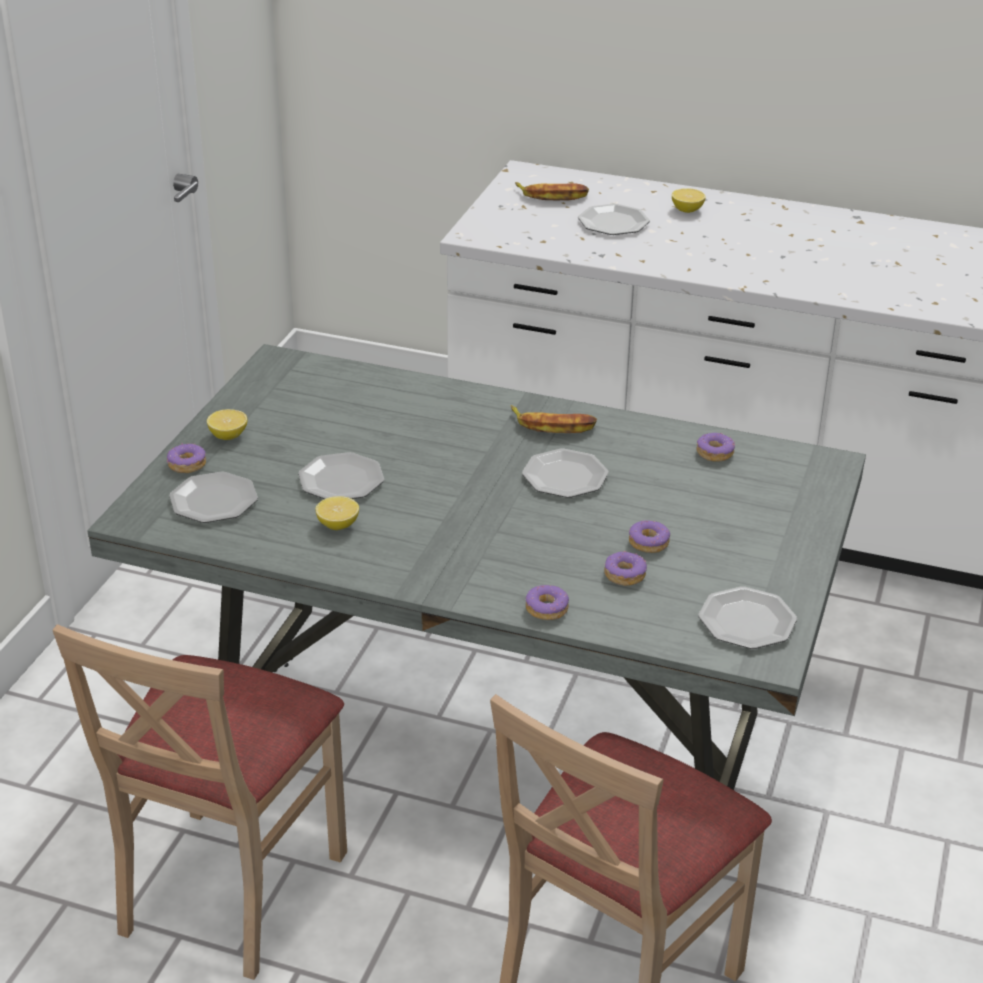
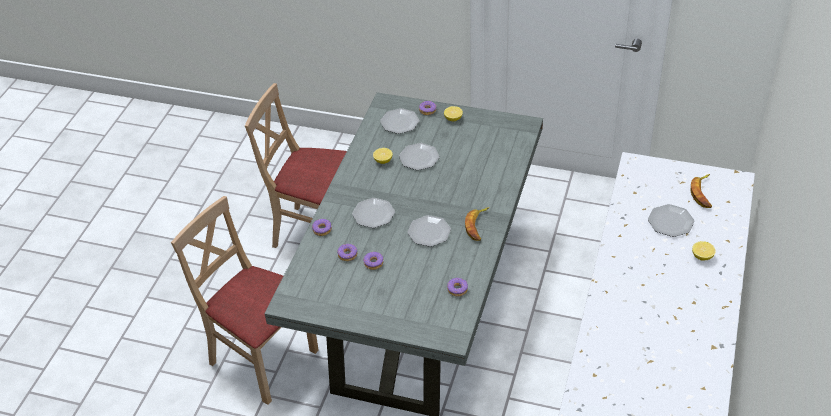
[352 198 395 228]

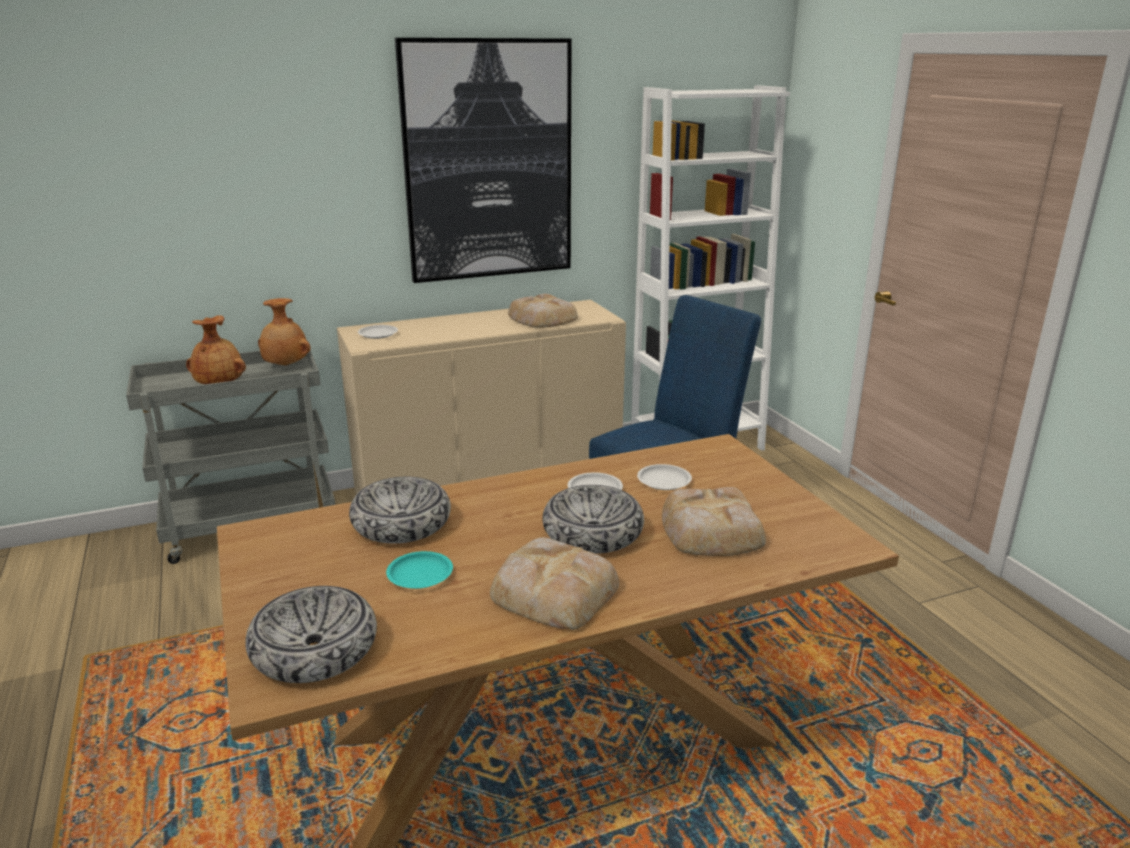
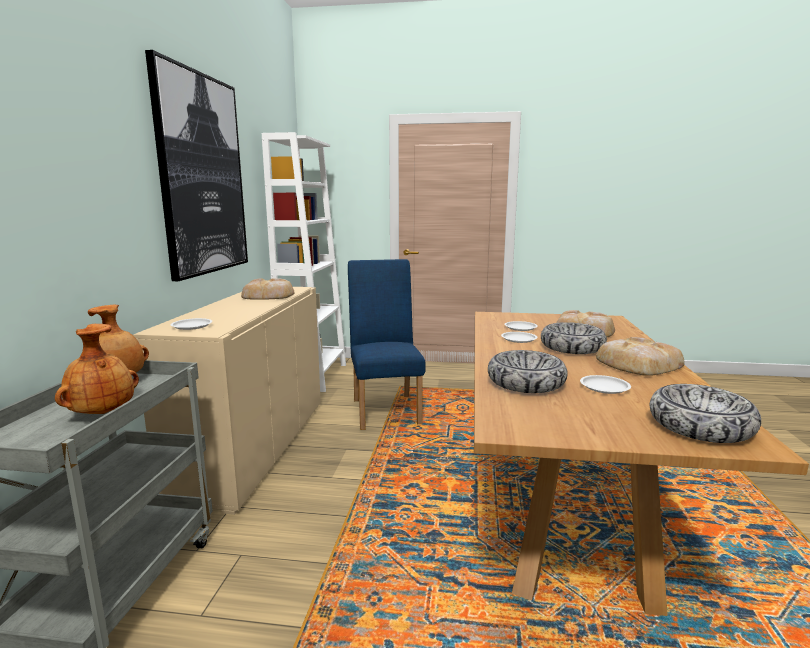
[580 375 631 394]

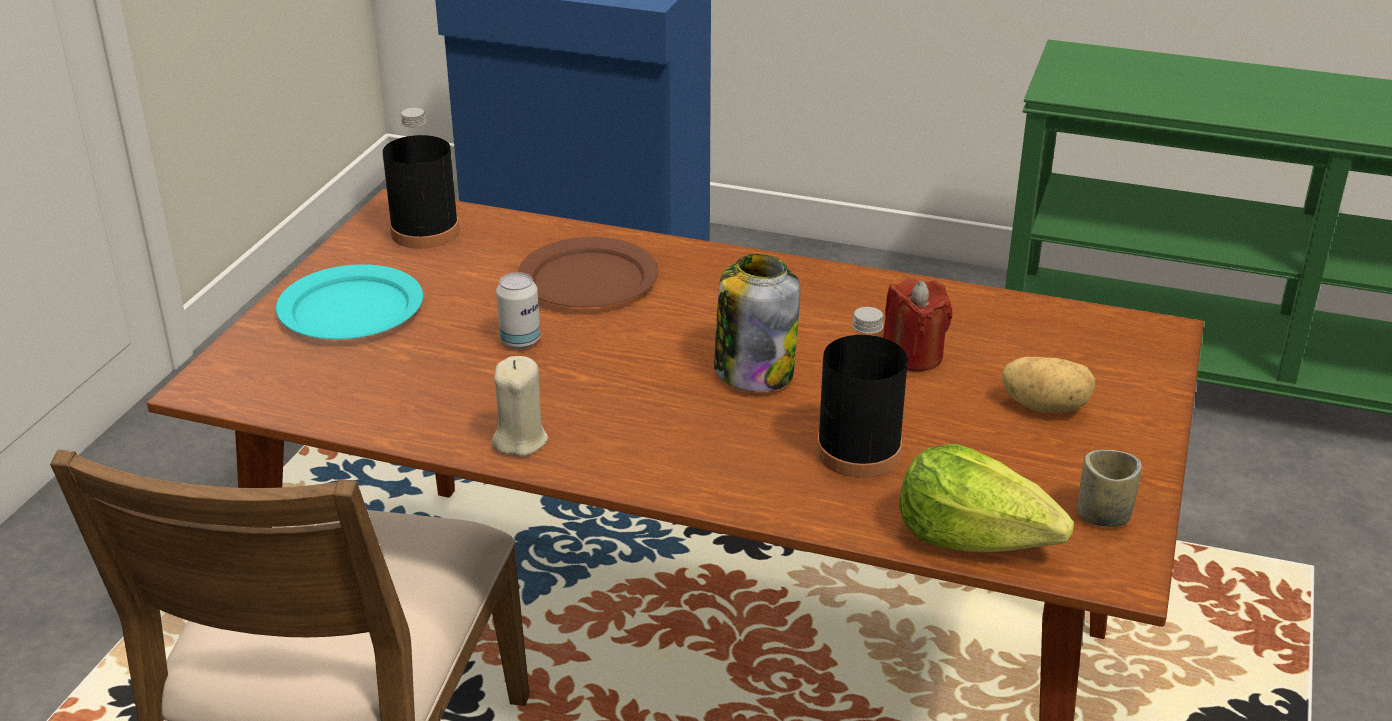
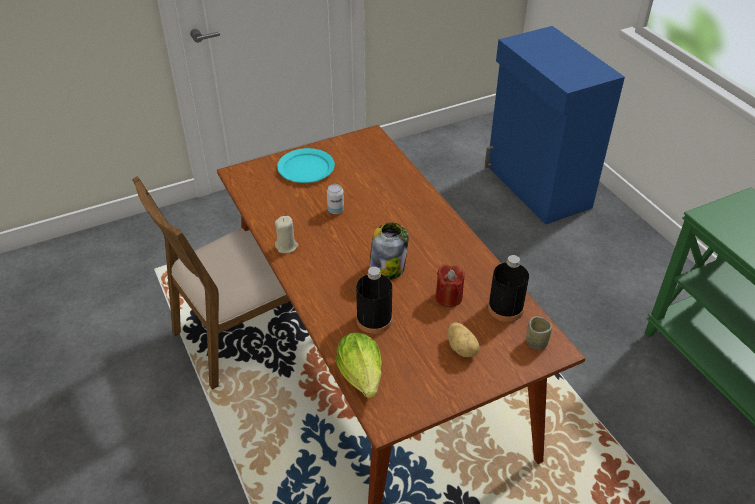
[518 237 658 307] (first image)
[488 255 529 322]
[526 316 552 350]

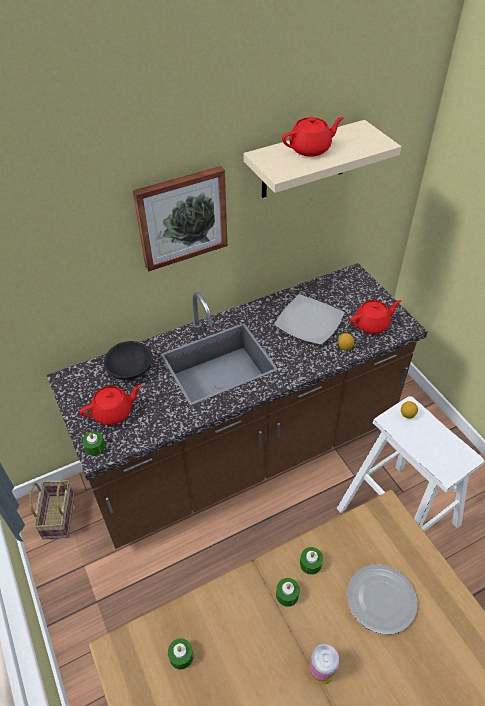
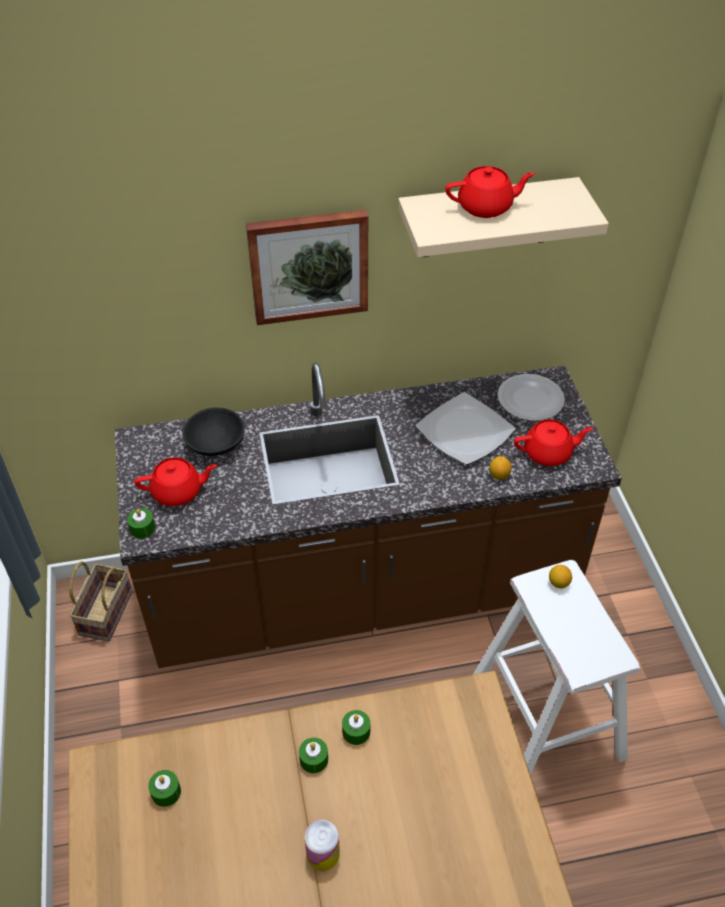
[498 374 565 421]

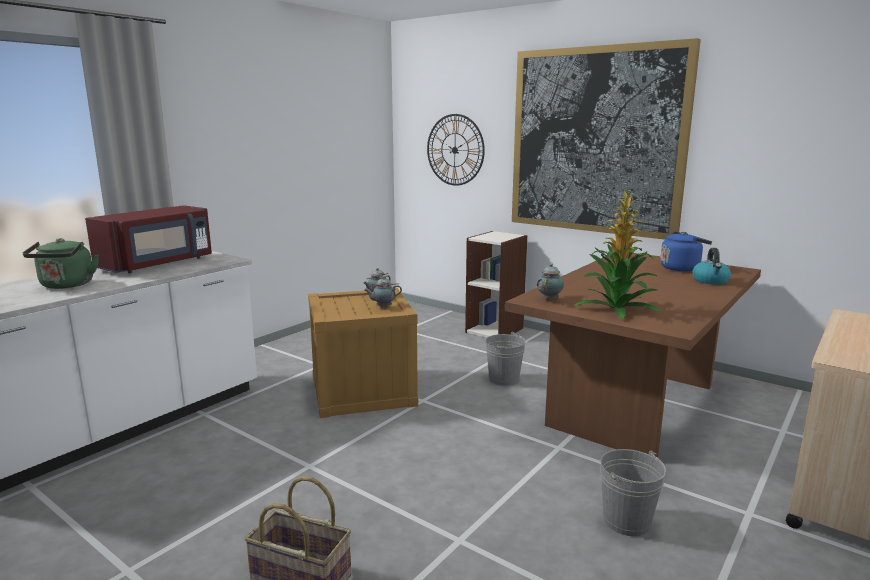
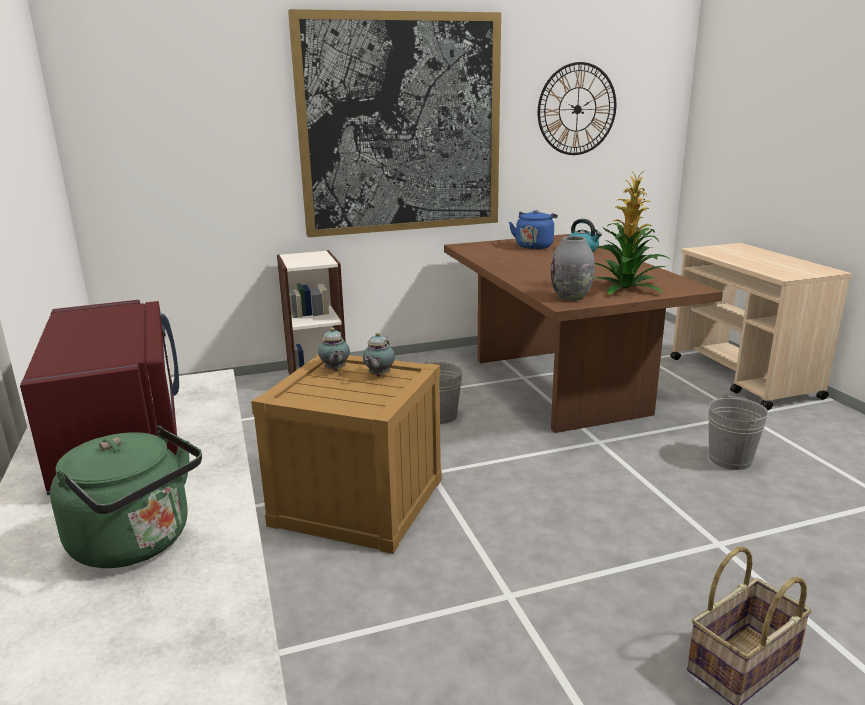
[538 62 616 155]
[551 236 595 301]

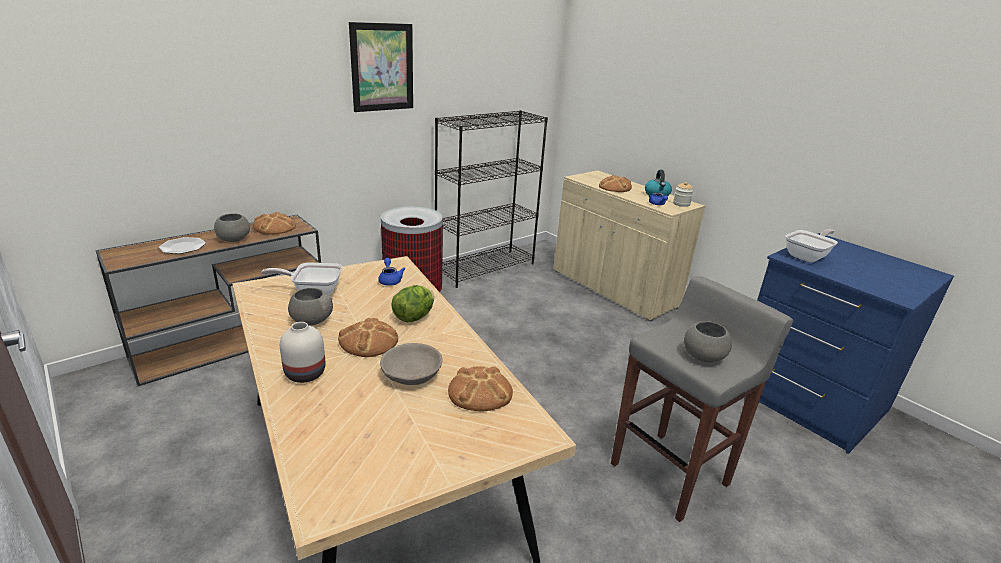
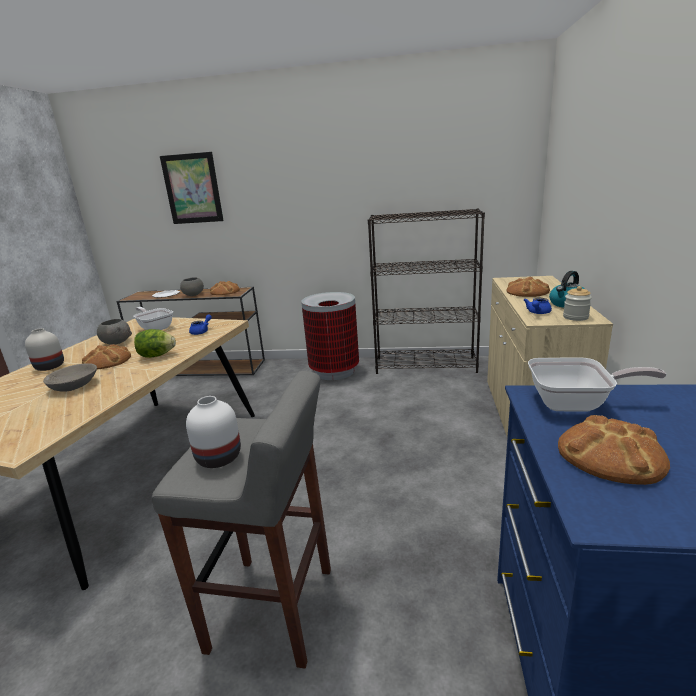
[160 152 224 224]
[558 415 670 485]
[186 396 241 468]

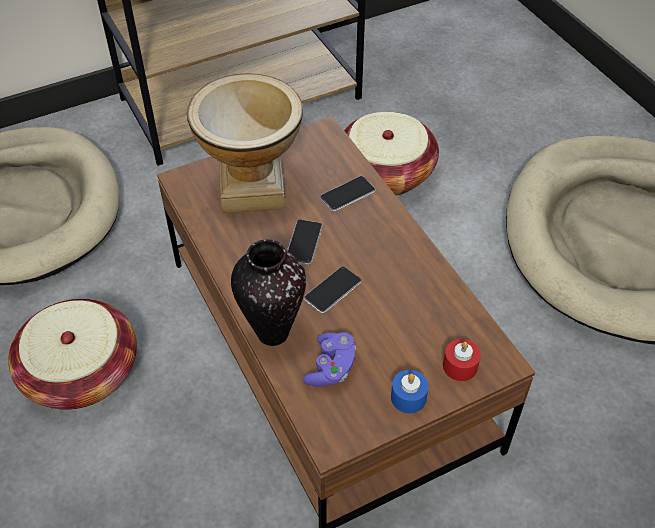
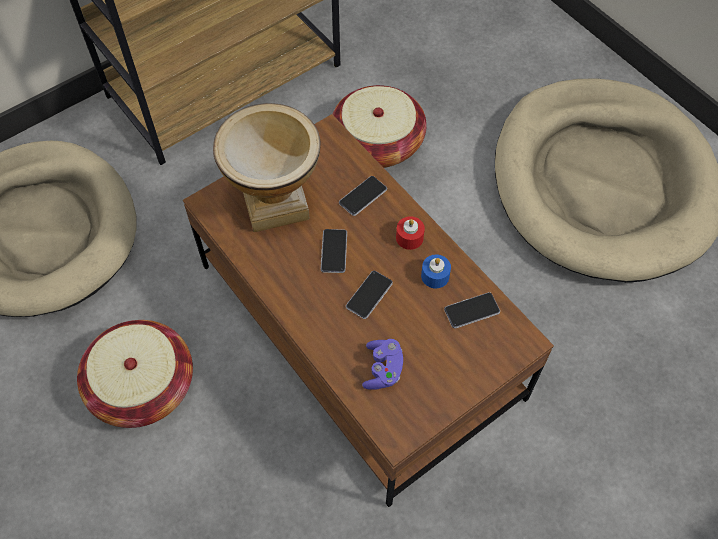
[231 239 306 346] (first image)
[444 292 500 328]
[421 255 451 288]
[396 216 425 250]

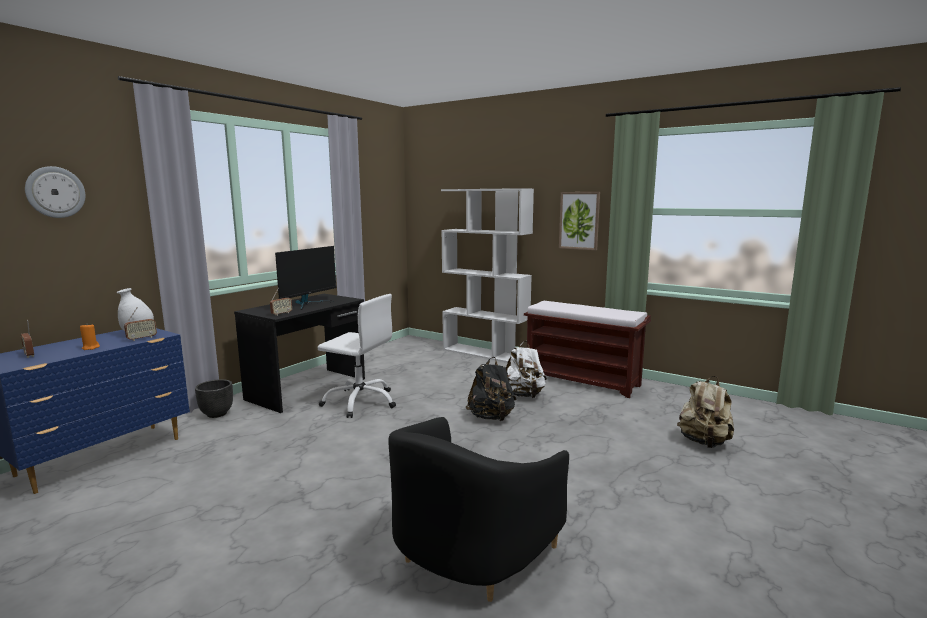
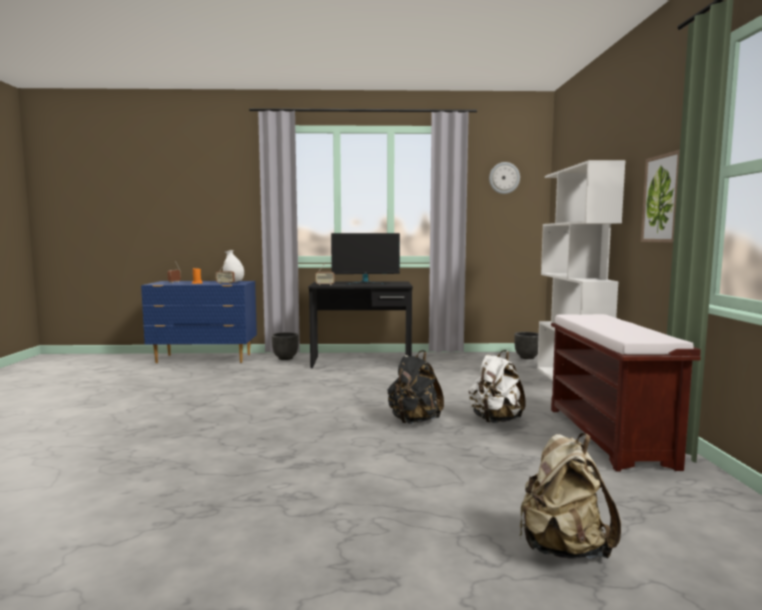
[318 294 396 418] (first image)
[389 417 569 602] (first image)
[514 332 539 359]
[489 162 520 194]

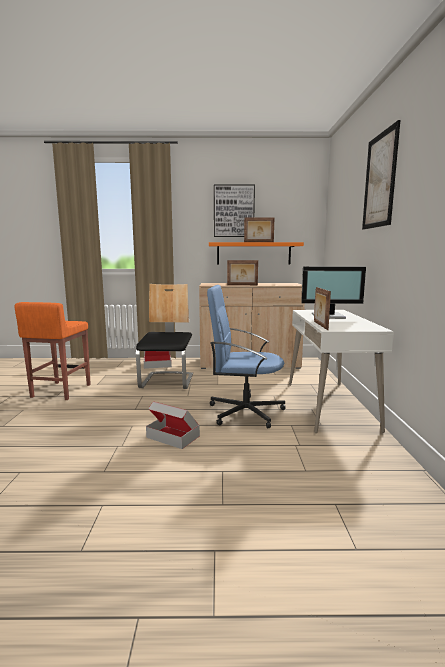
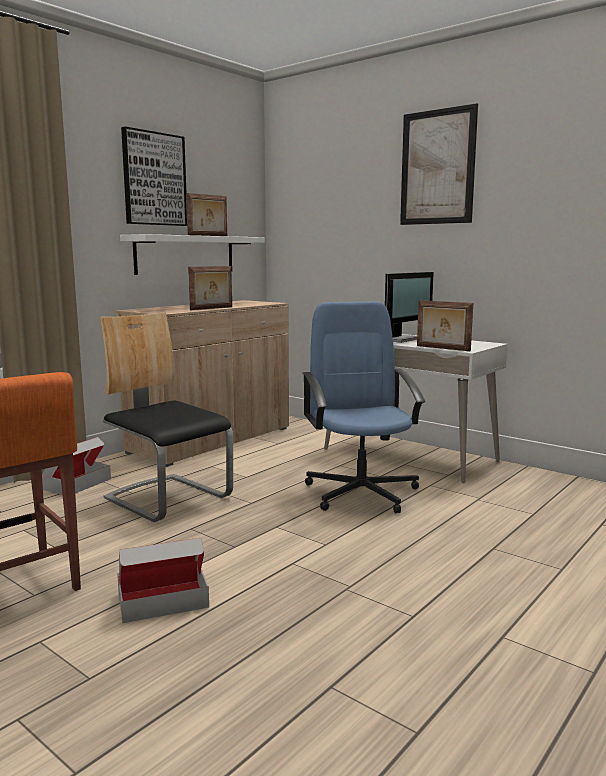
[117 538 209 623]
[120 234 265 275]
[302 301 426 513]

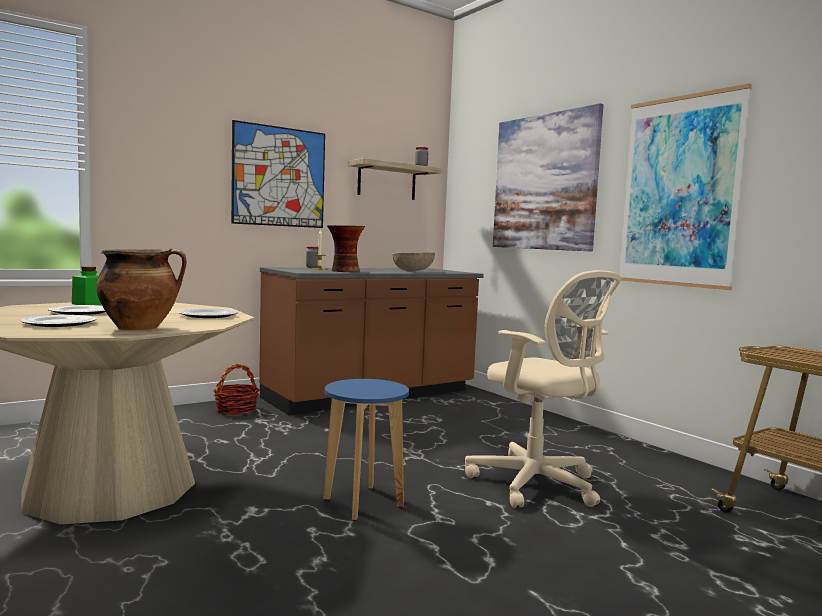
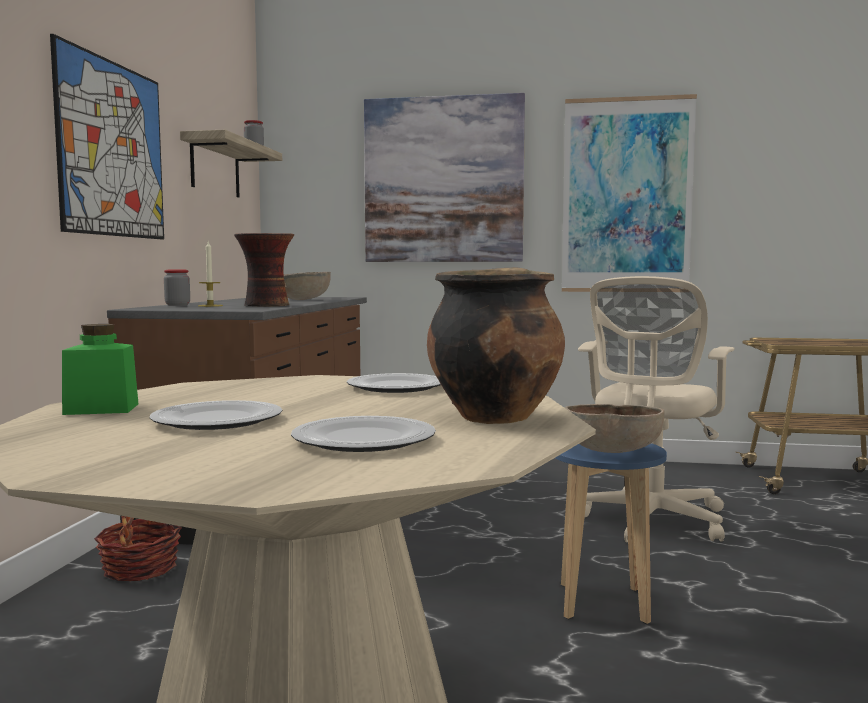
[565 404 664 453]
[578 276 734 542]

